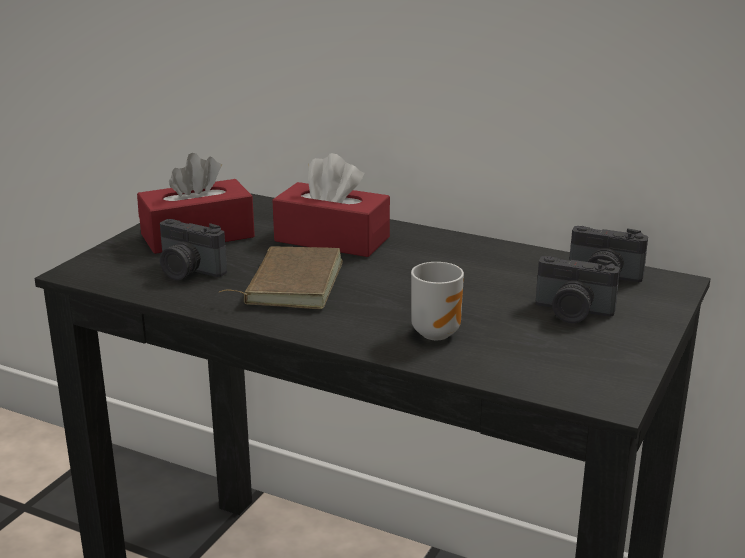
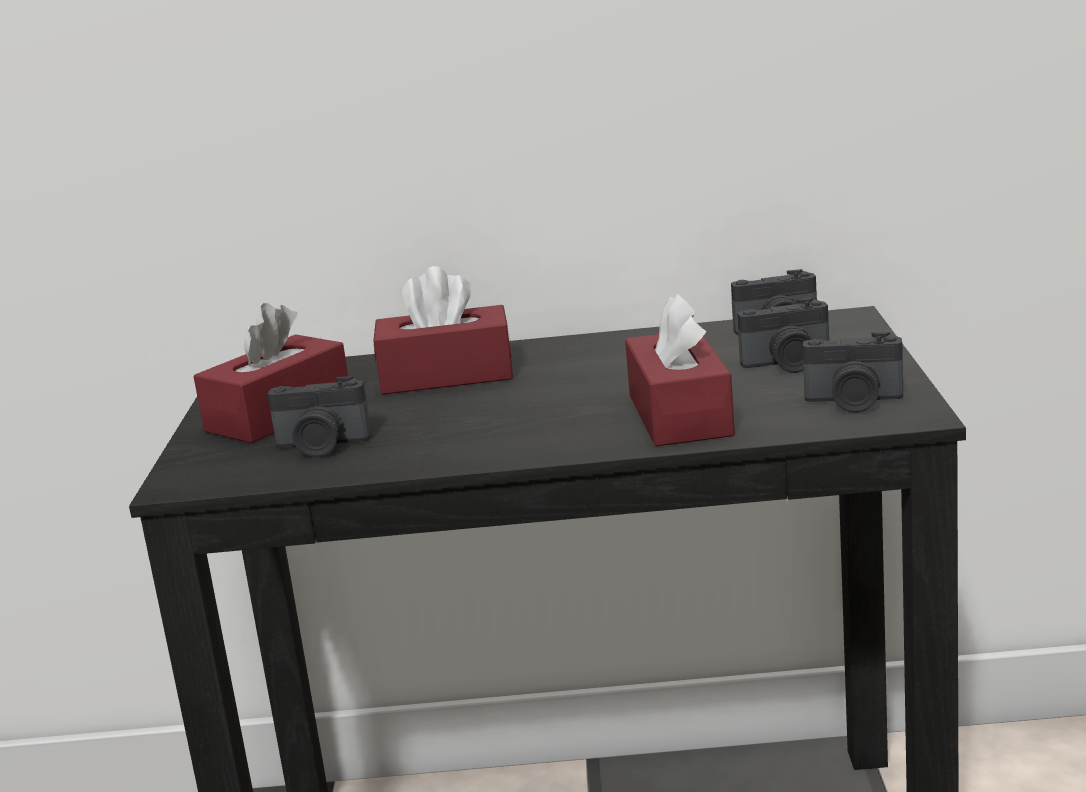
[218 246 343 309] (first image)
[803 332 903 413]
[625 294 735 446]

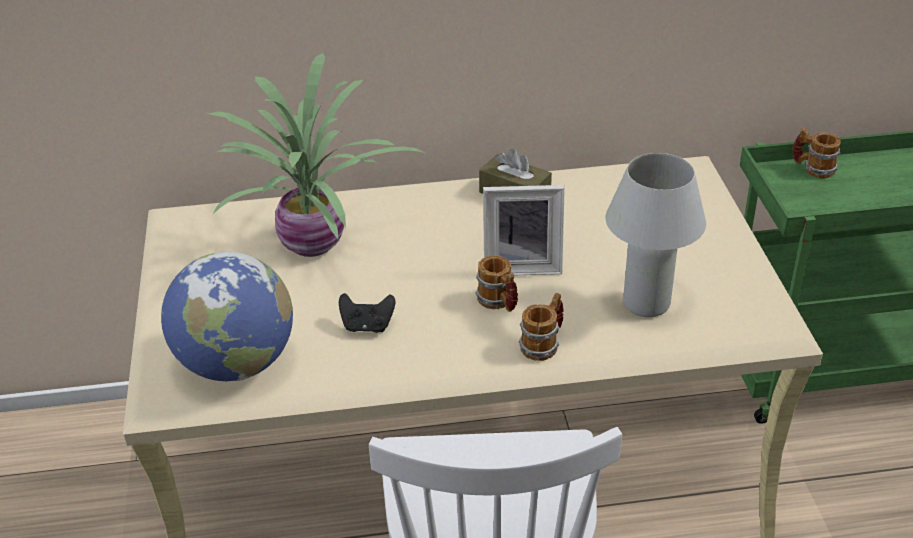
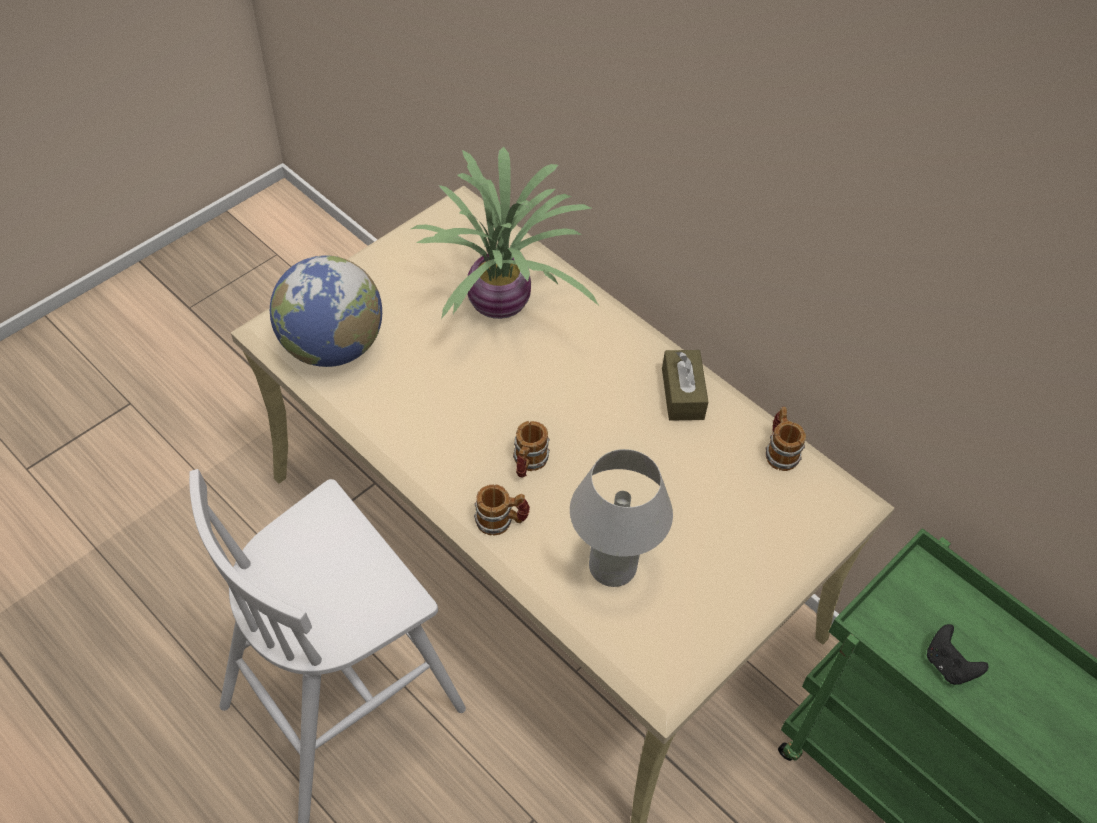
[483 185 565 275] (first image)
[927 624 989 685]
[765 407 806 471]

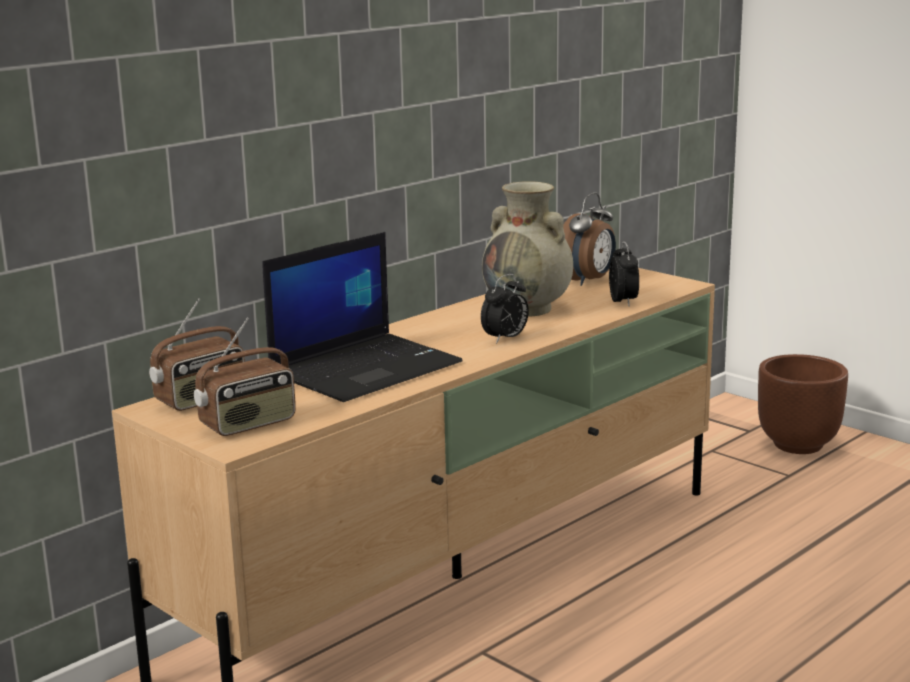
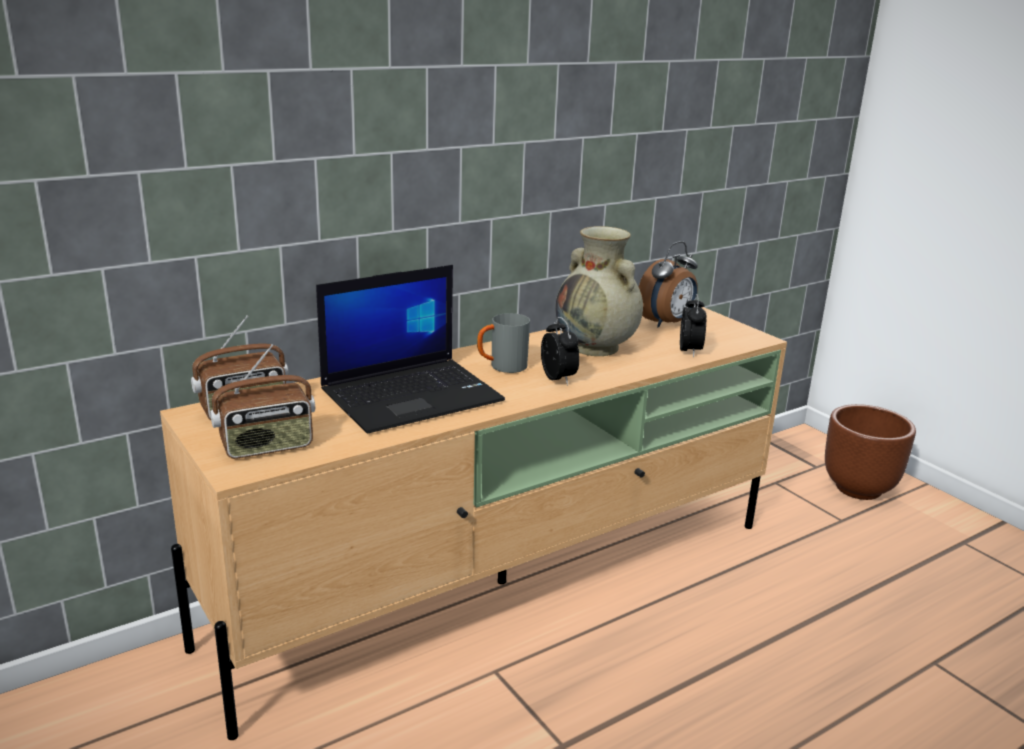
[477 313 530 373]
[541 317 579 386]

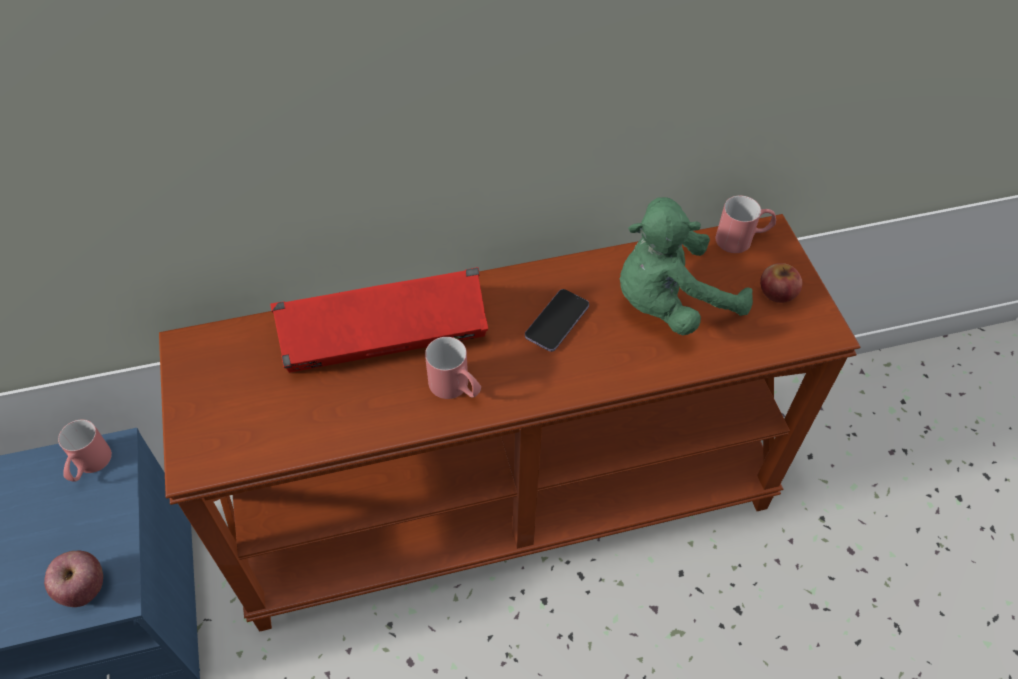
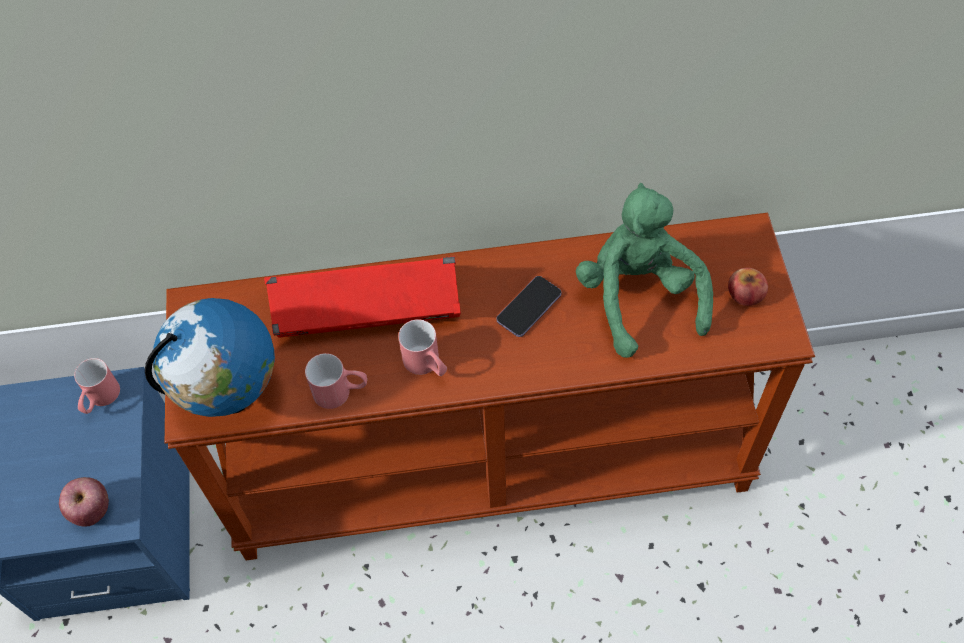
[145 298 275 417]
[305 353 367 409]
[576 183 713 358]

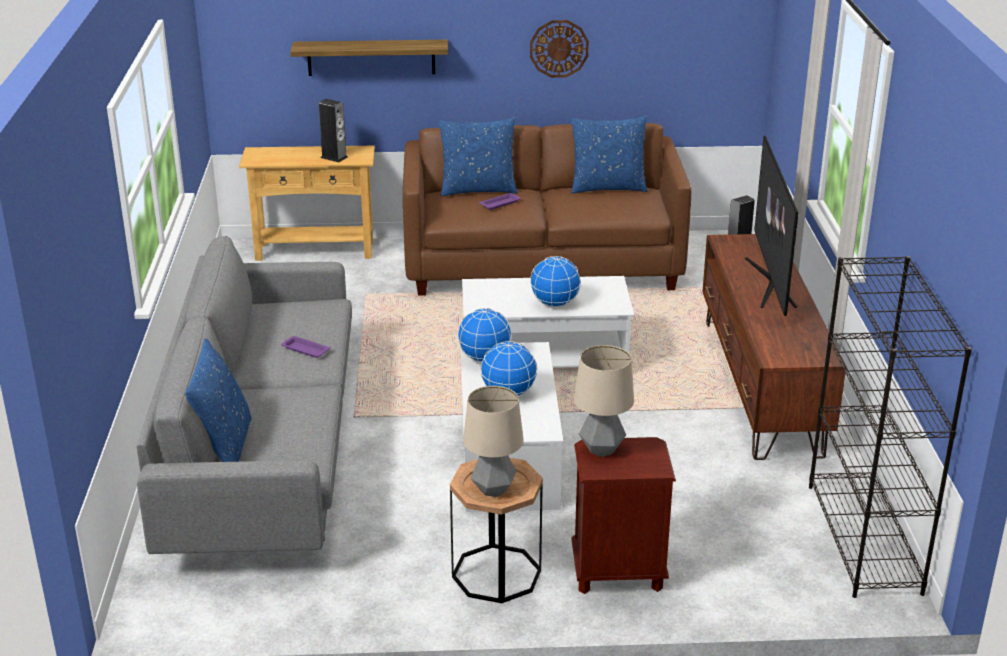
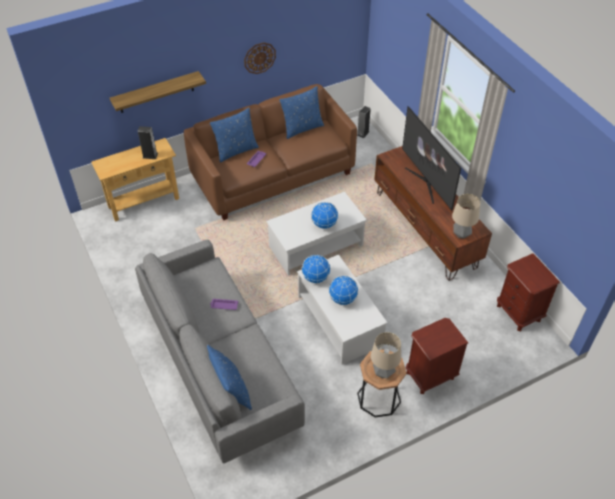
[452 194 480 239]
[497 253 560 331]

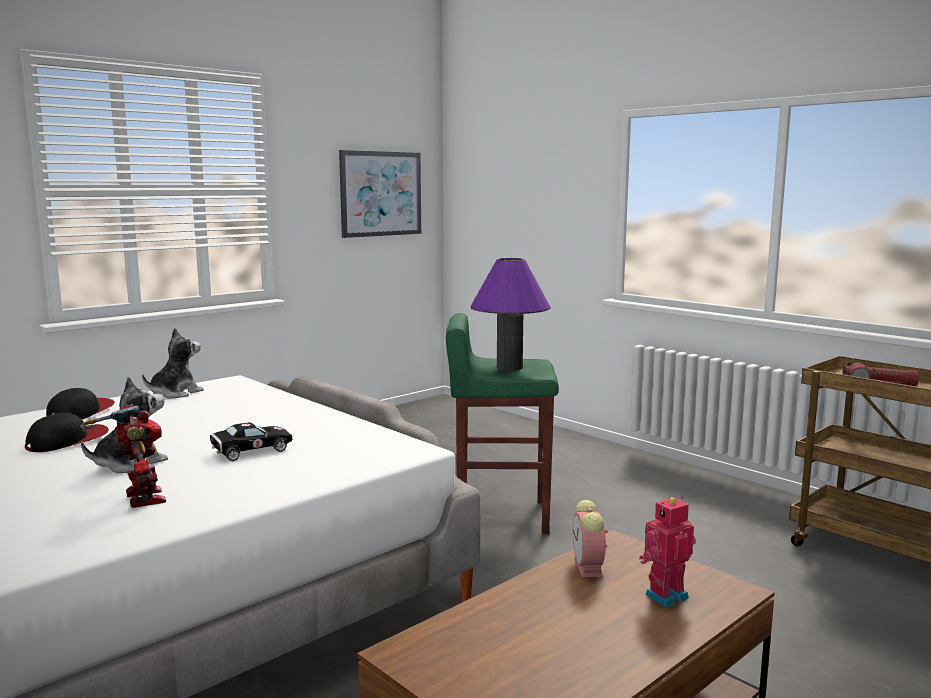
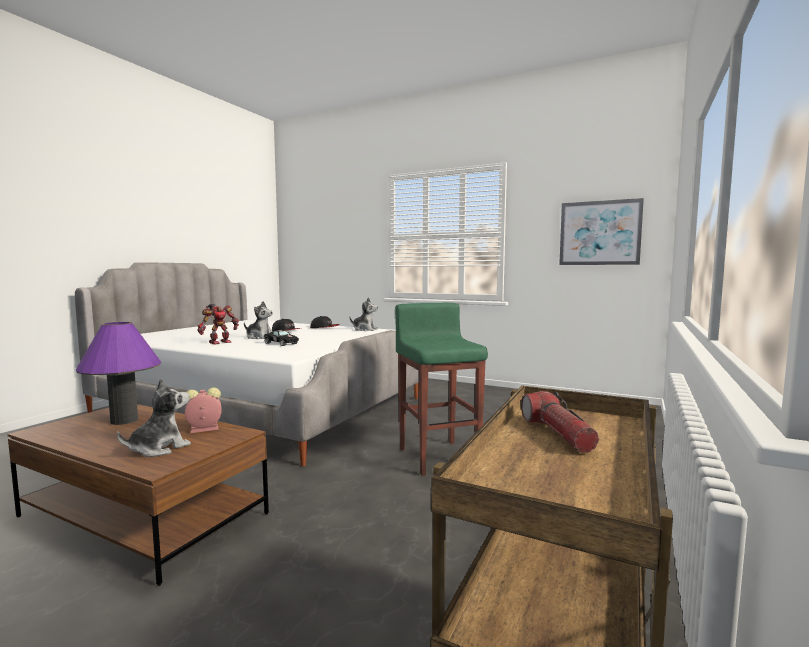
[76 322 161 425]
[117 379 191 457]

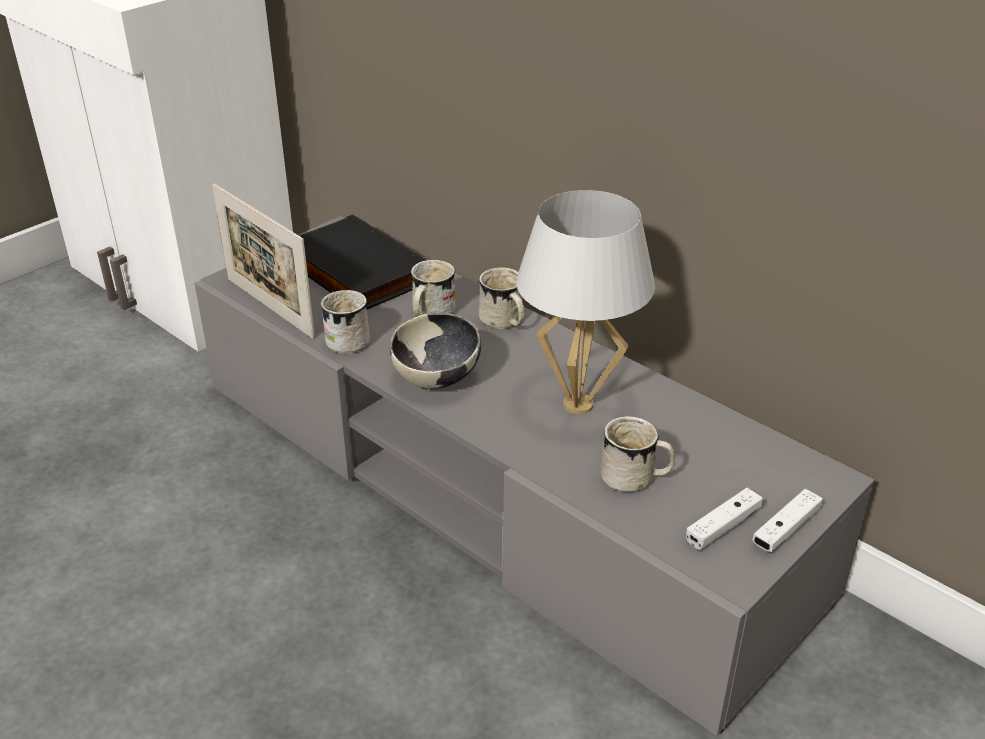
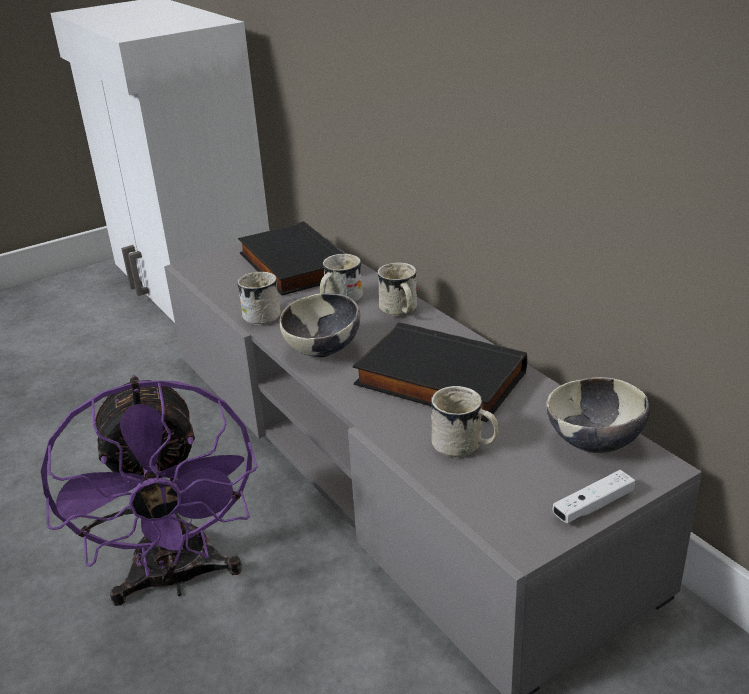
[212 184 315 339] (first image)
[686 488 763 550] (first image)
[41 375 258 606]
[546 377 650 453]
[353 322 527 422]

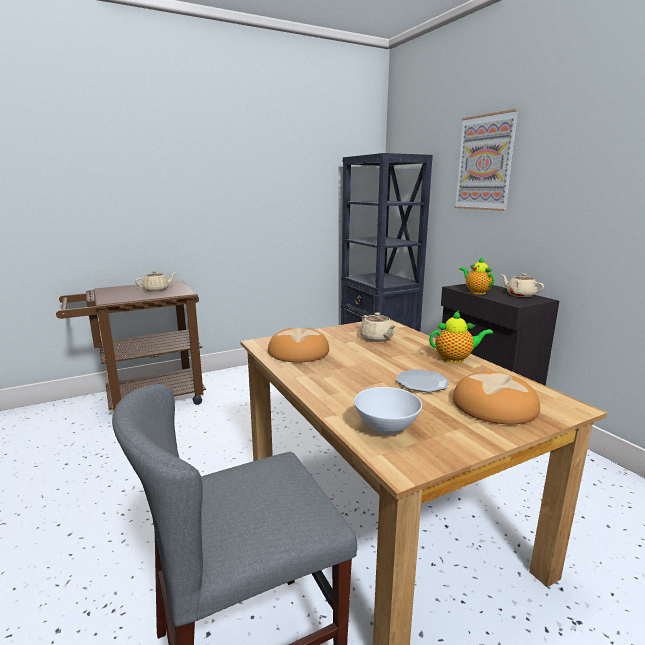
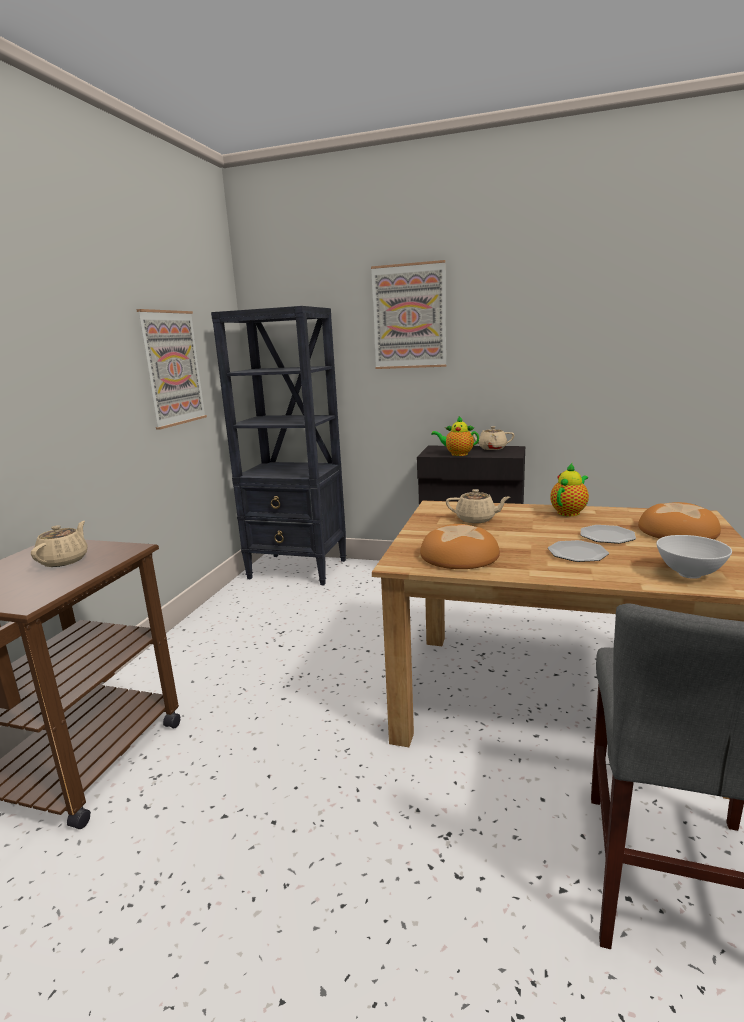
[136 309 207 430]
[548 540 609 562]

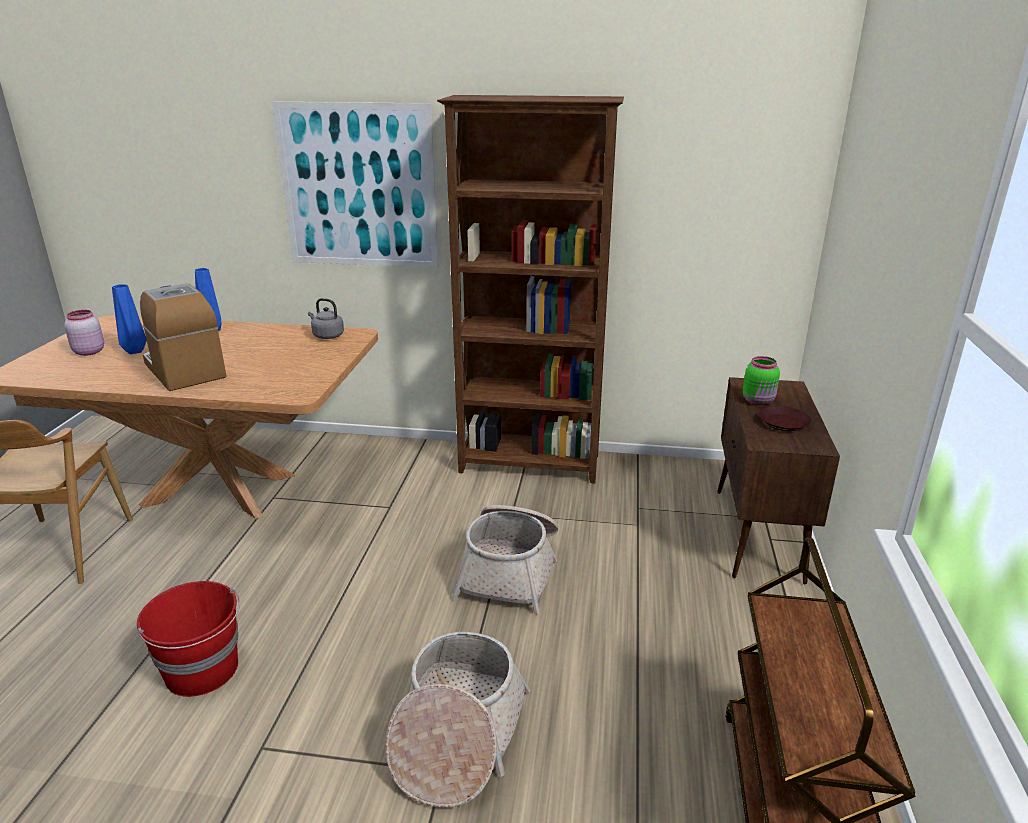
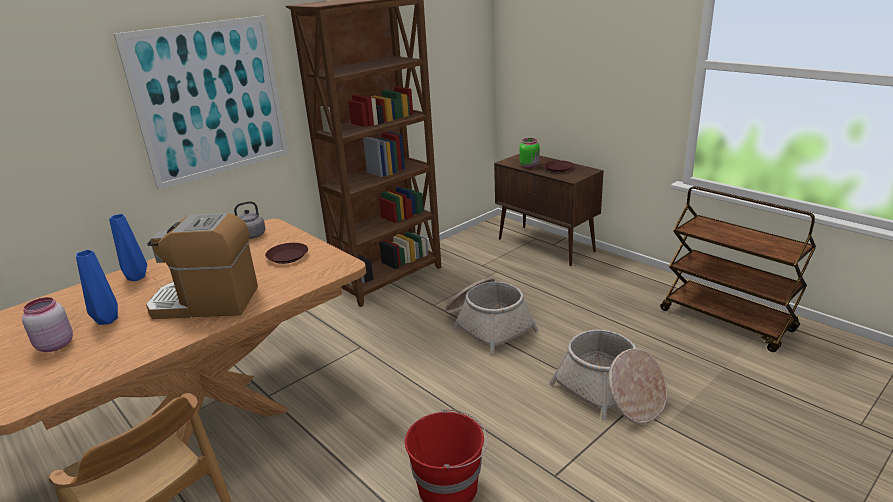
[265 243 308 264]

